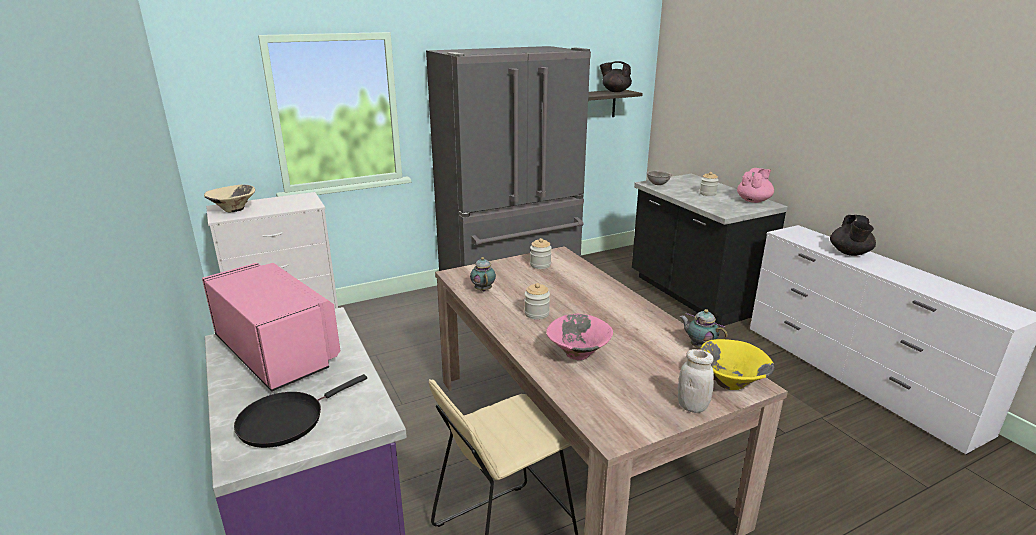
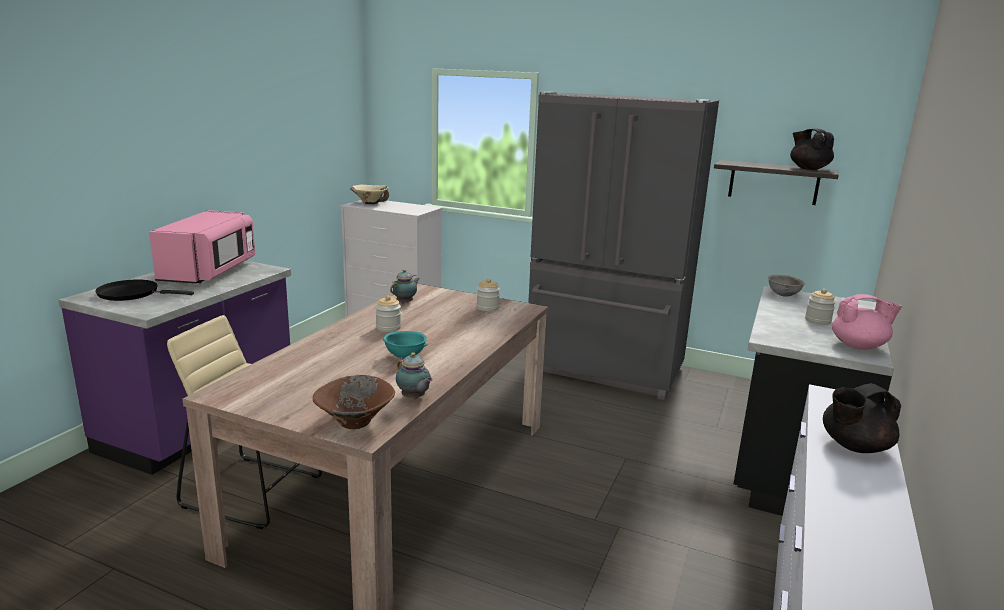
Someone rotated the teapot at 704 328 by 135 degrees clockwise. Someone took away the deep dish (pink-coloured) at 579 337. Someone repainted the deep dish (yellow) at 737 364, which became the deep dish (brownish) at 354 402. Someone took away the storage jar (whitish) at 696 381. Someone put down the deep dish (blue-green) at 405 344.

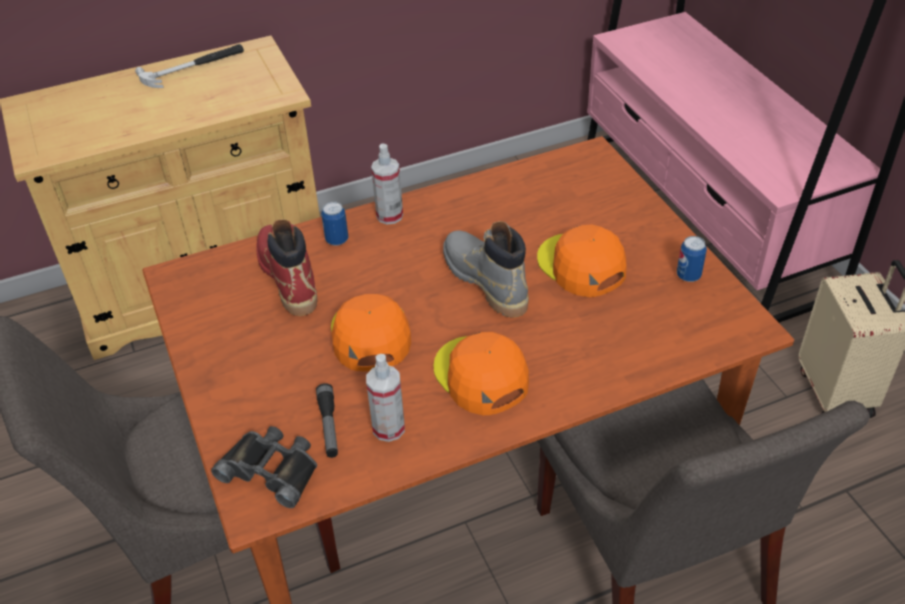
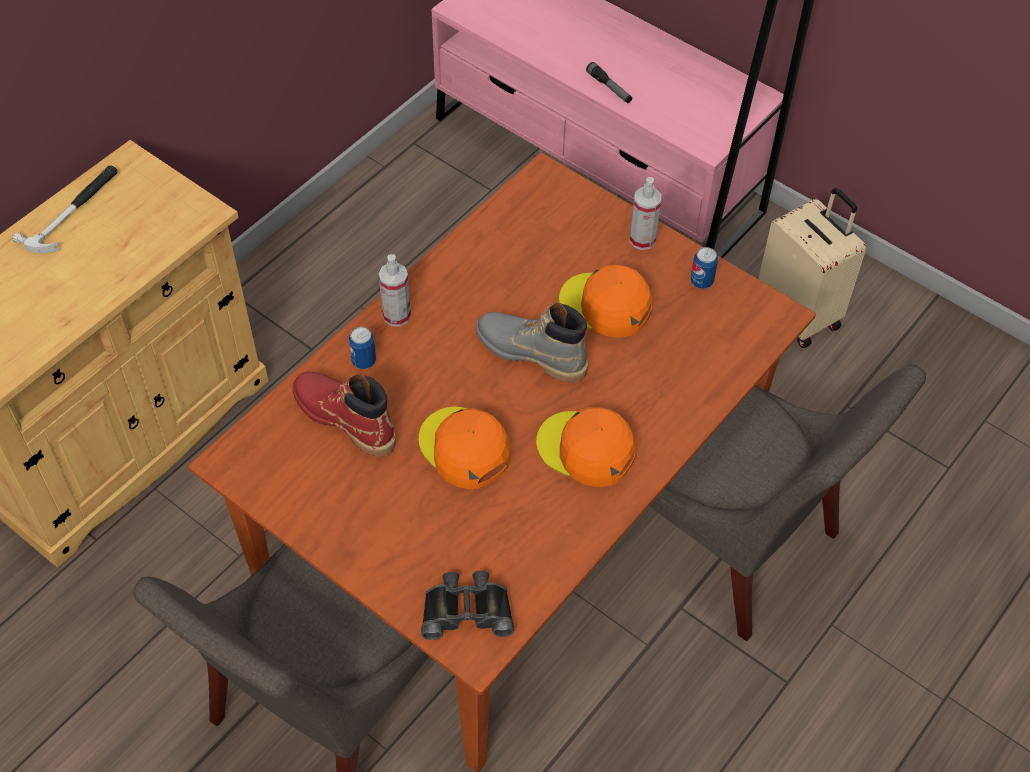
Someone carried the hand sprayer from 385 398 to 645 213. Someone carried the hand torch from 327 420 to 609 82.

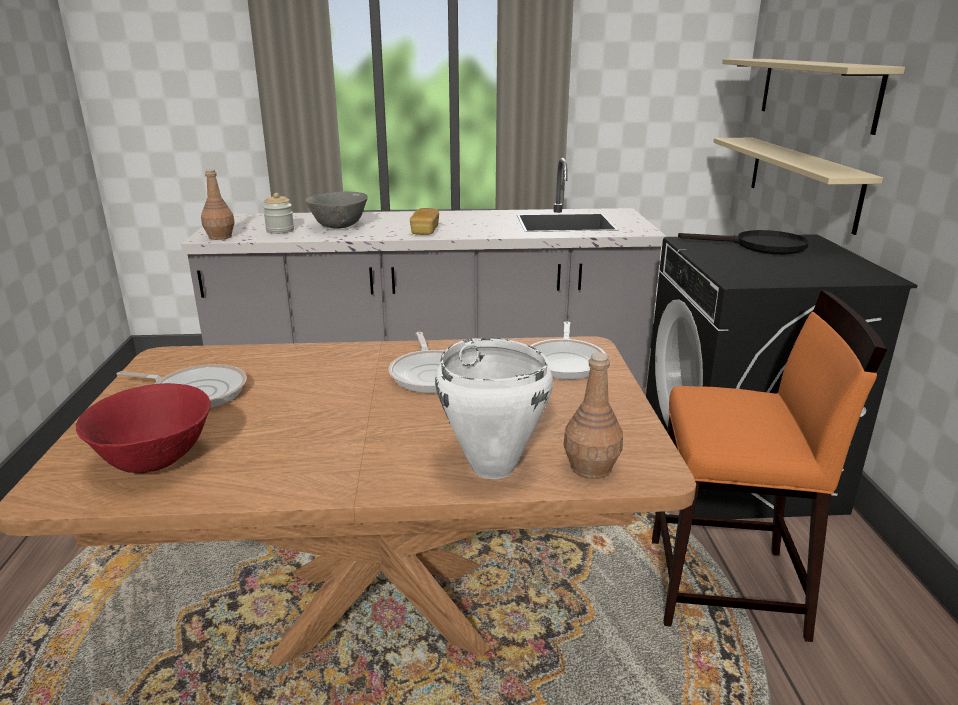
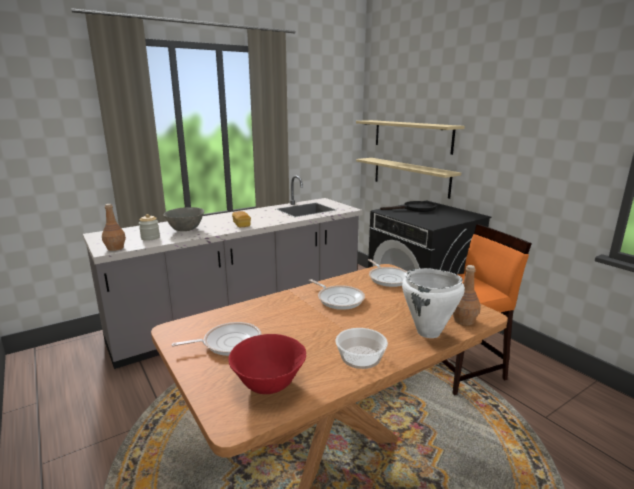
Someone put down the deep dish at 362 348.

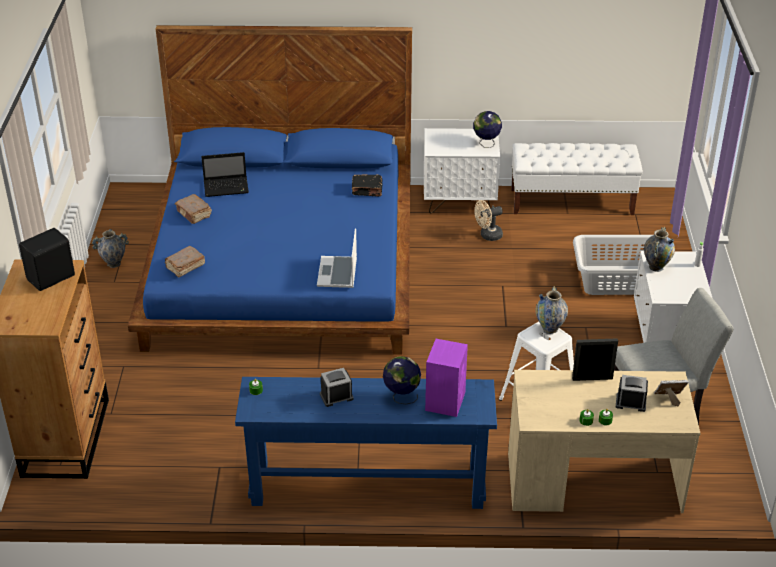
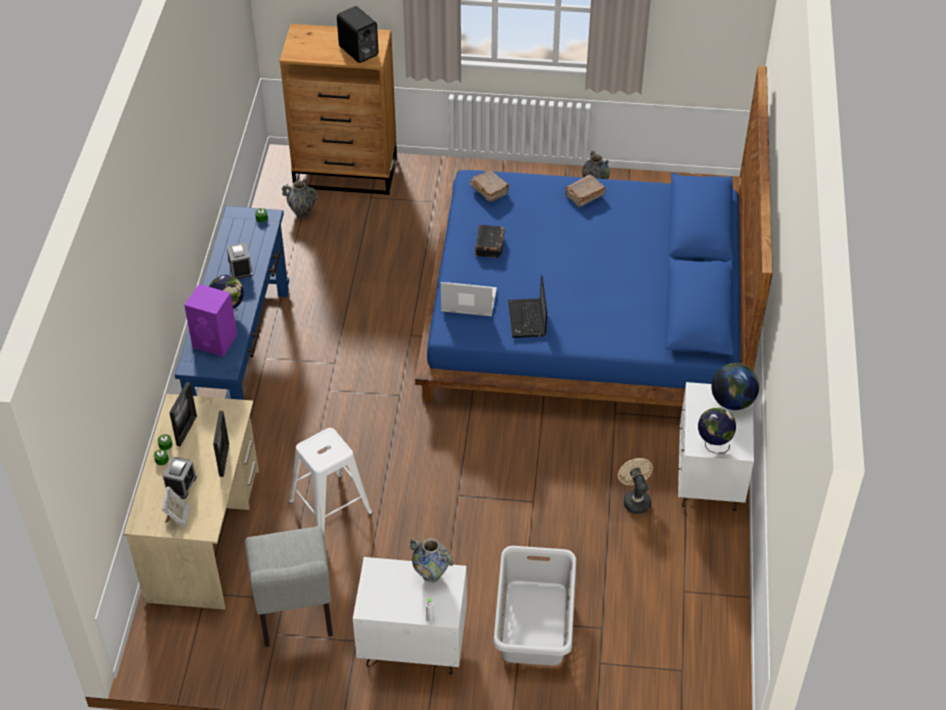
Someone took away the long seat (whitish) at 577 179. Someone carried the laptop from 225 174 to 527 306. Someone carried the volume (black) from 367 185 to 490 241. Someone carried the vase from 552 310 to 300 198. Someone put down the desk globe at 735 386. Someone put down the photo frame at 183 414.

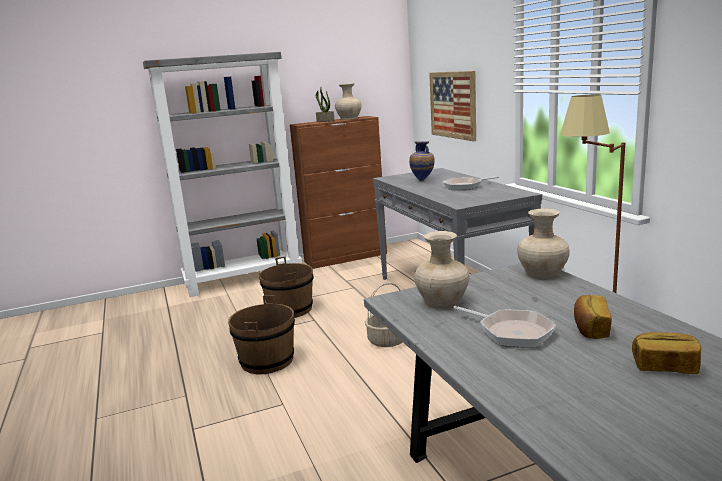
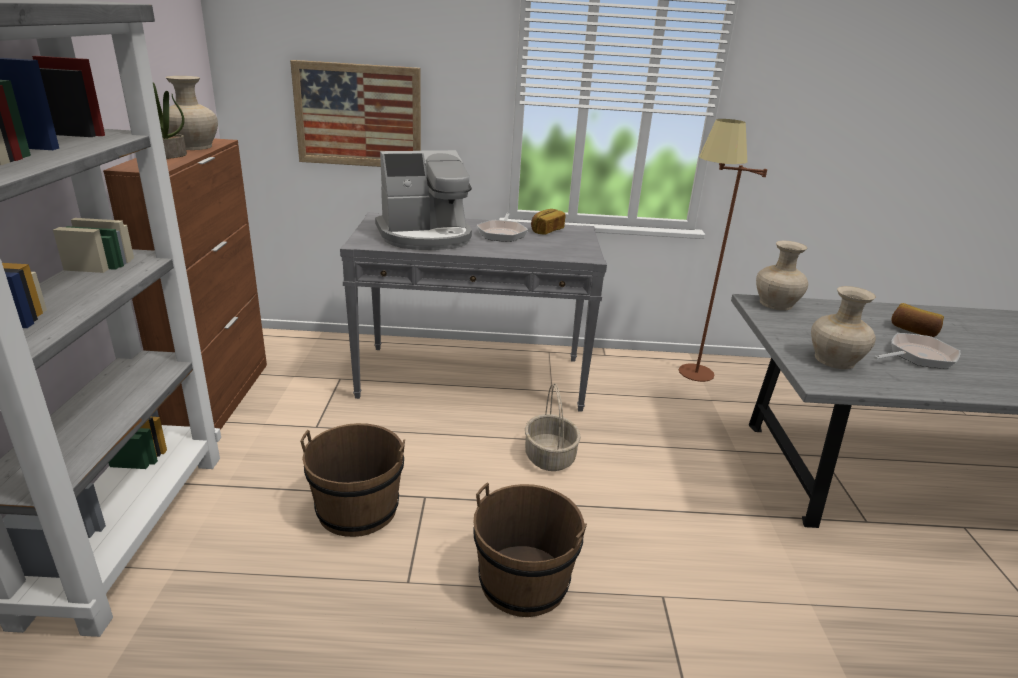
Someone swapped the vase at 422 161 for the coffee brewer at 423 200. Someone carried the baked bread from 666 353 to 548 222.

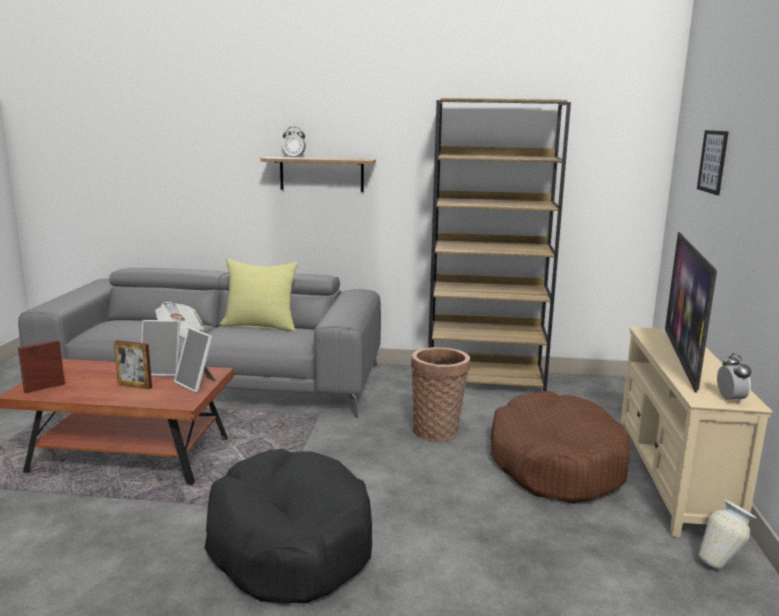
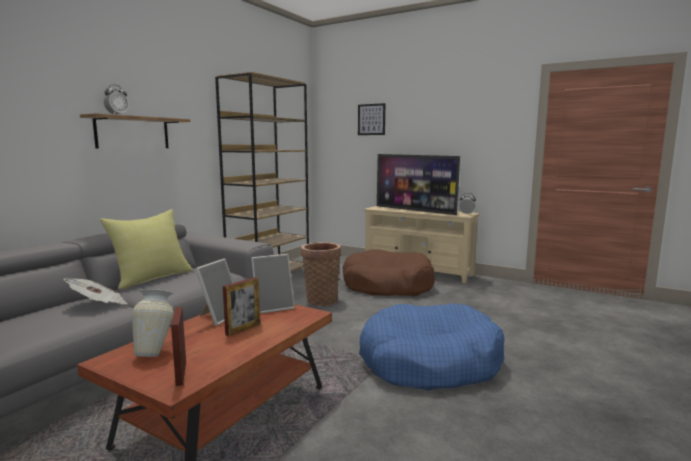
Someone repainted the dog bed (black) at 288 526, which became the dog bed (blue) at 432 346. Someone carried the vase from 728 534 to 153 323.

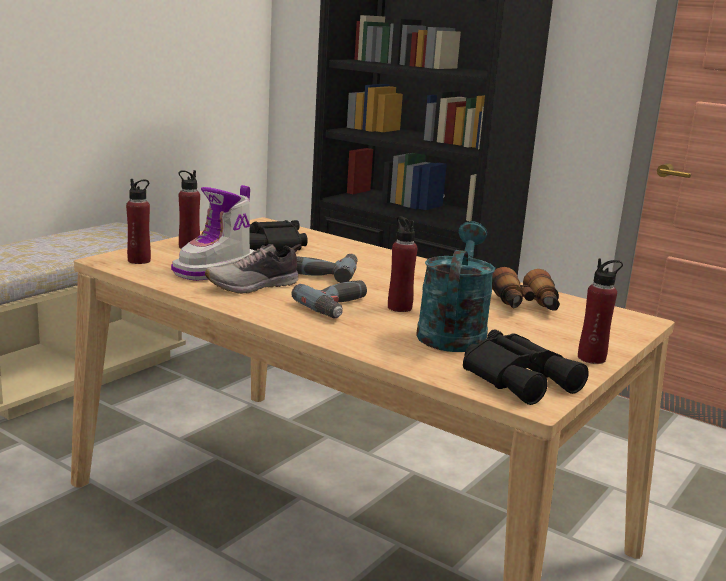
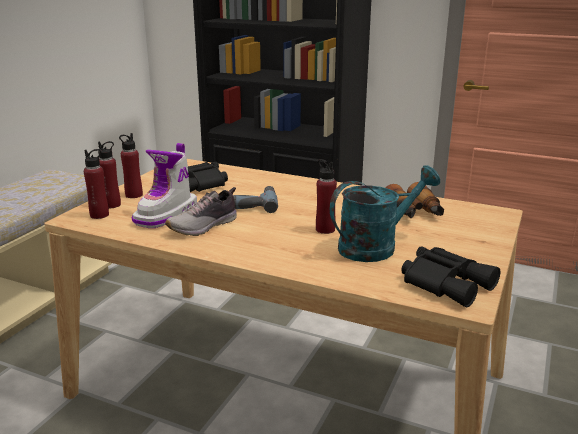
Someone rotated the watering can (blue-green) at 455 286 by 60 degrees clockwise. Someone carried the beverage bottle (reddish) from 600 311 to 109 174. Someone took away the drill at 329 299.

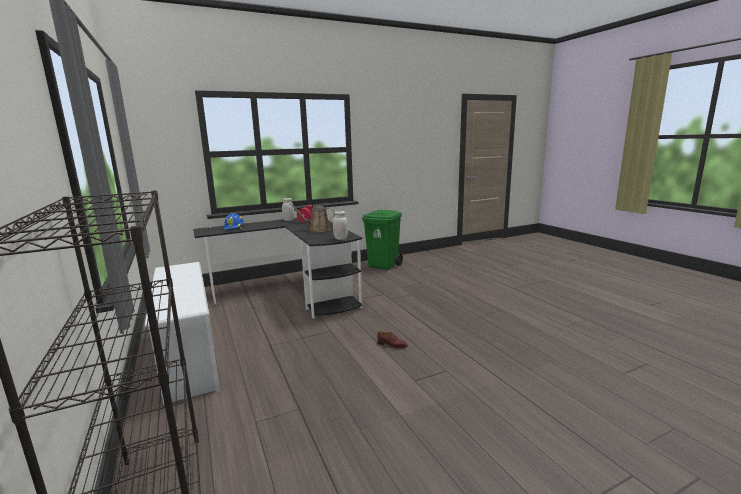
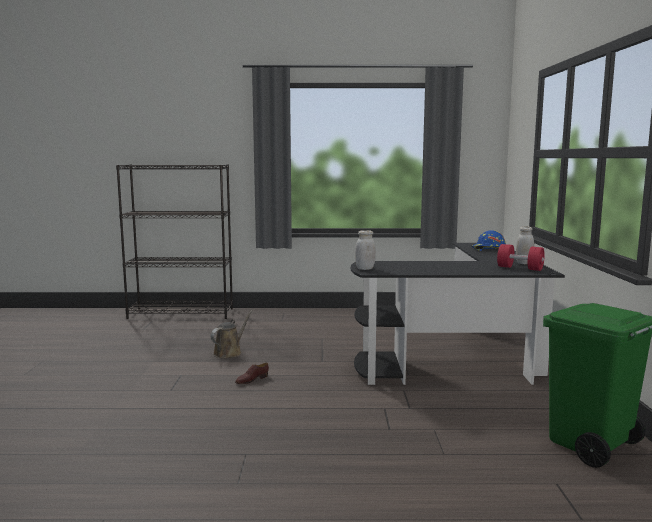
Someone carried the watering can (brownish) from 312 217 to 232 334. Someone took away the shoe rack (whitish) at 182 333.

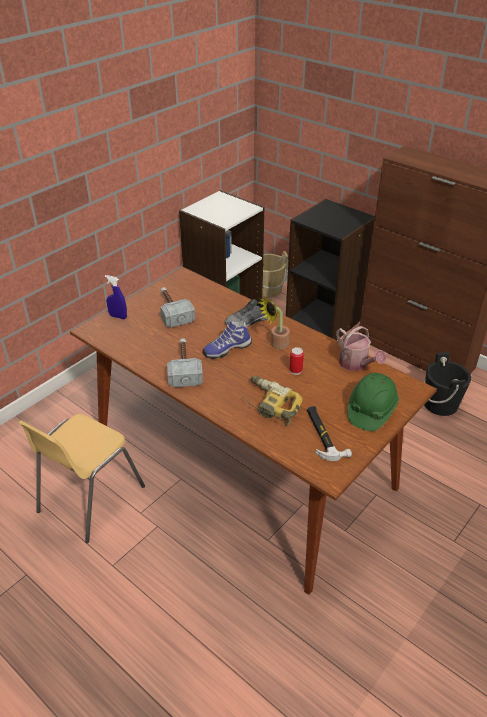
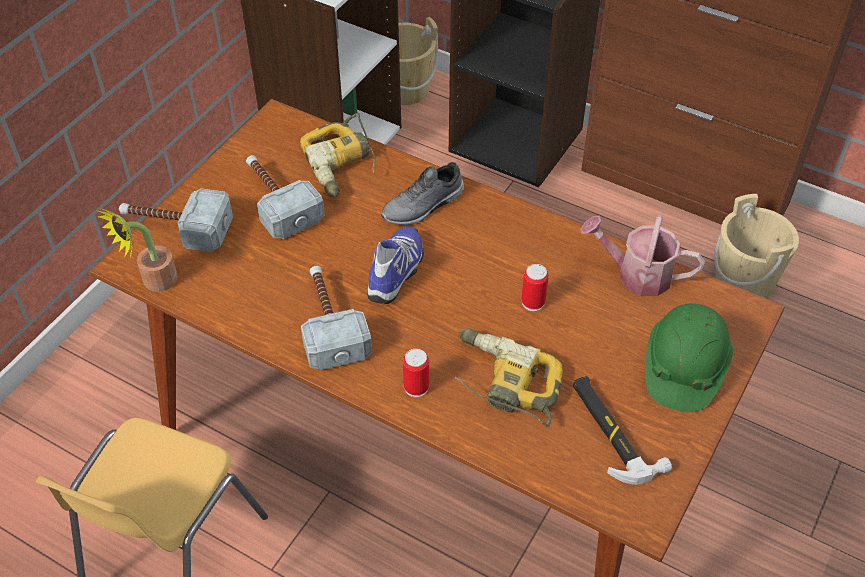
Someone swapped the hand sprayer (blue) at 116 297 for the hand hammer at 176 220. Someone carried the potted plant from 275 323 to 136 249. Someone rotated the low shoe at 227 340 by 150 degrees clockwise. Someone rotated the watering can at 361 348 by 150 degrees clockwise. Someone repainted the bucket (black) at 447 384, which became the bucket (sand-coloured) at 756 246. Someone put down the drill at 338 155. Someone put down the sealed can at 416 373.

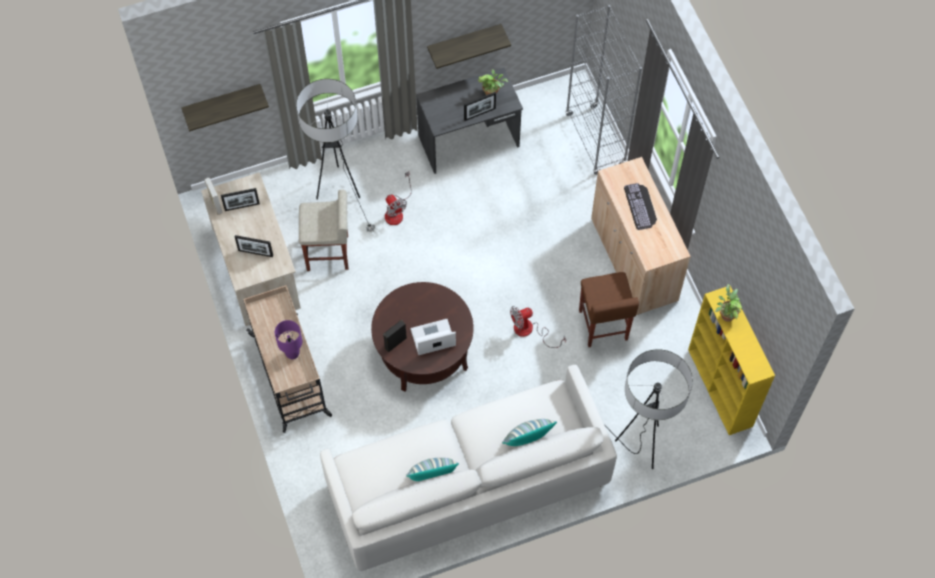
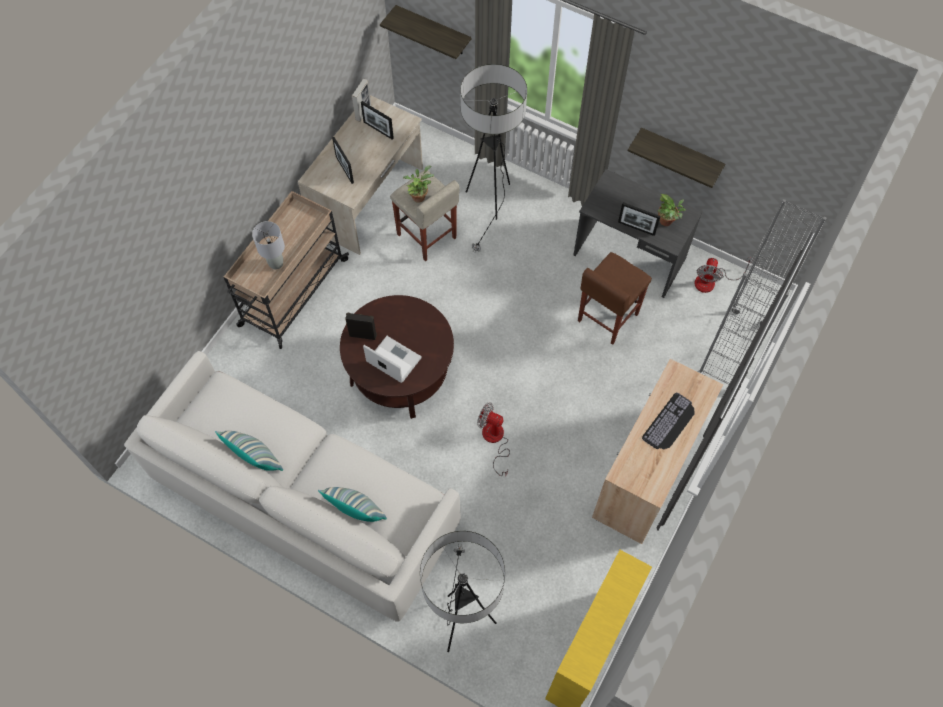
Someone carried the electric fan from 398 198 to 724 275. Someone carried the sitting stool (brownish) from 609 309 to 615 298. Someone carried the potted plant from 728 303 to 418 184. Someone repainted the tabletop lamp (purple) at 288 339, which became the tabletop lamp (greyish) at 268 245.

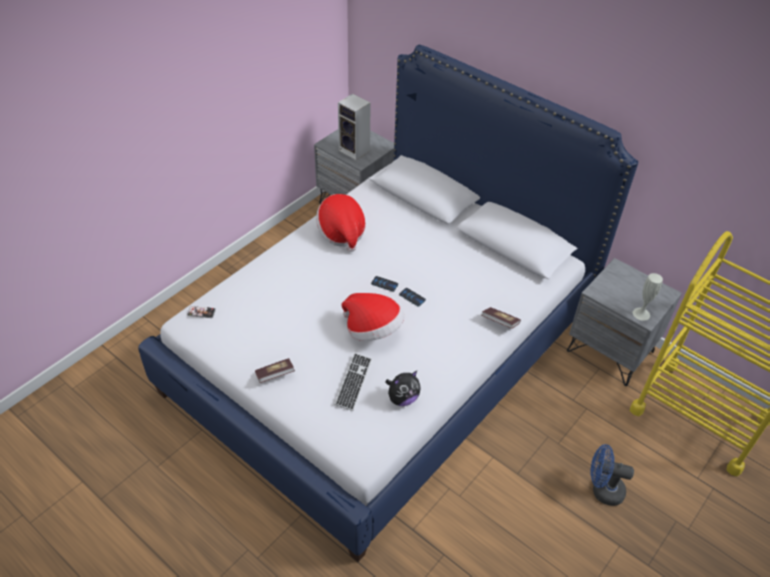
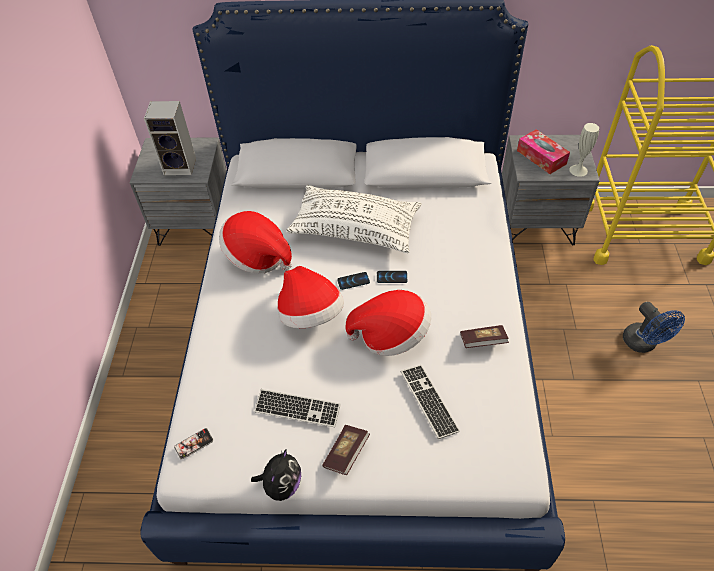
Someone carried the volume from 501 318 to 484 336. Someone carried the plush toy from 403 388 to 276 475. Someone rotated the electric fan (blue) at 612 475 by 90 degrees counterclockwise. Someone put down the tissue box at 543 151. Someone put down the cushion (whitish) at 353 219. Someone put down the clothing hat at 310 297. Someone put down the keyboard at 297 408.

